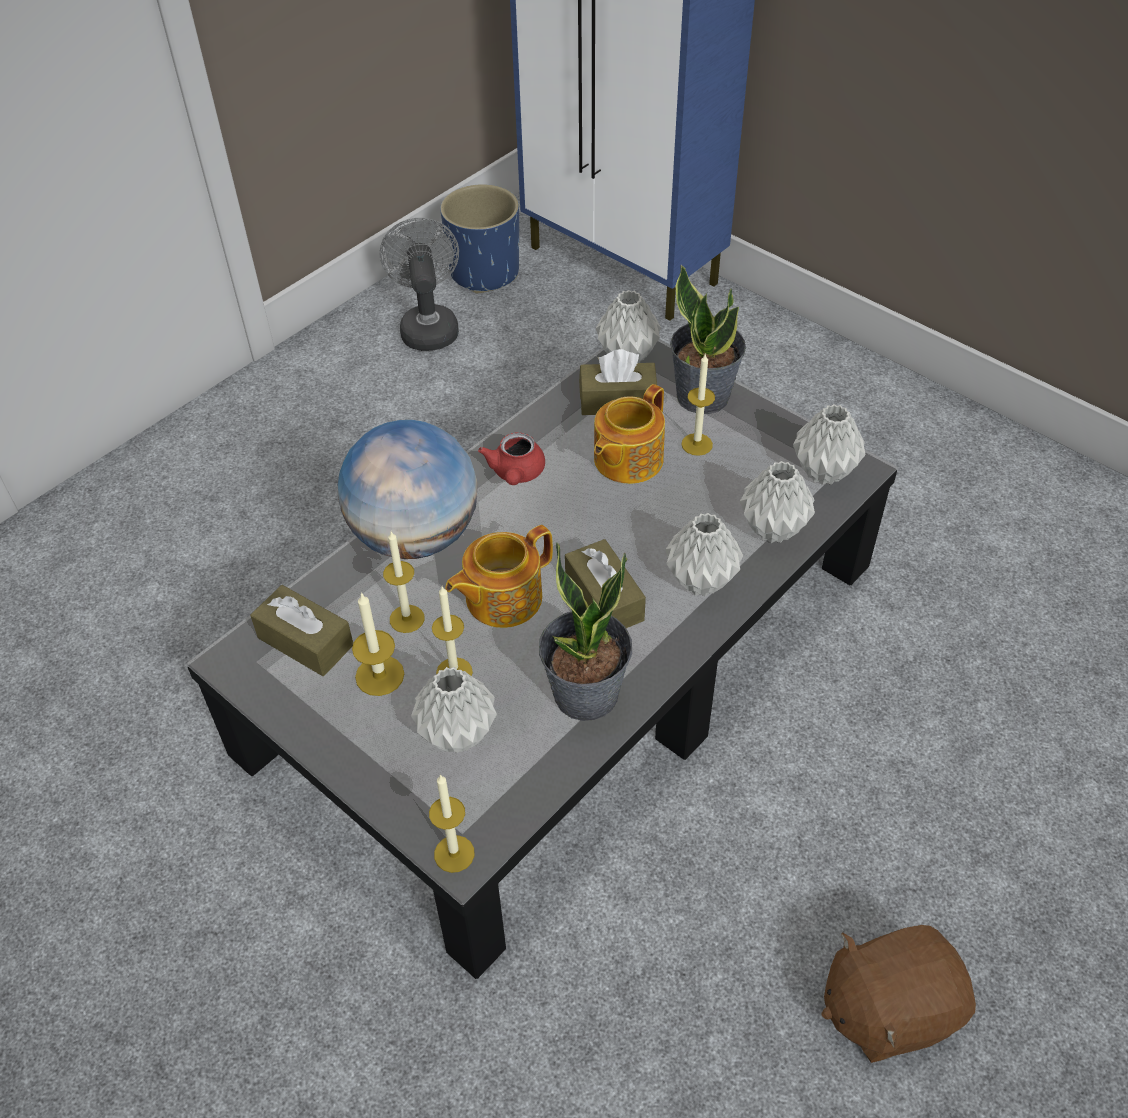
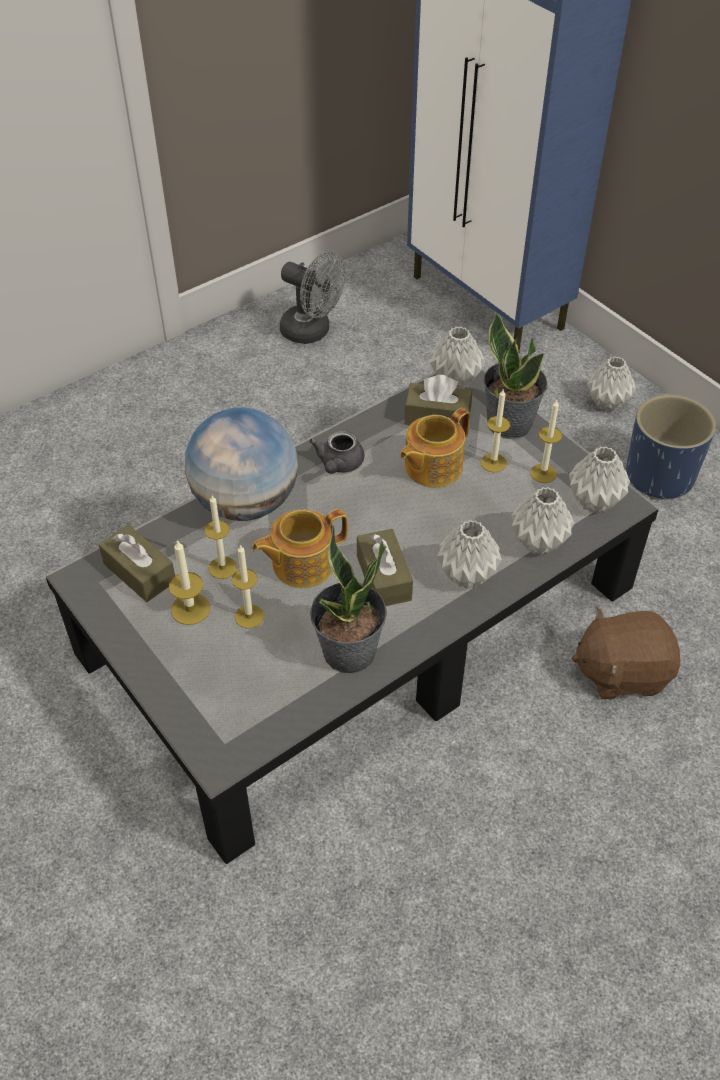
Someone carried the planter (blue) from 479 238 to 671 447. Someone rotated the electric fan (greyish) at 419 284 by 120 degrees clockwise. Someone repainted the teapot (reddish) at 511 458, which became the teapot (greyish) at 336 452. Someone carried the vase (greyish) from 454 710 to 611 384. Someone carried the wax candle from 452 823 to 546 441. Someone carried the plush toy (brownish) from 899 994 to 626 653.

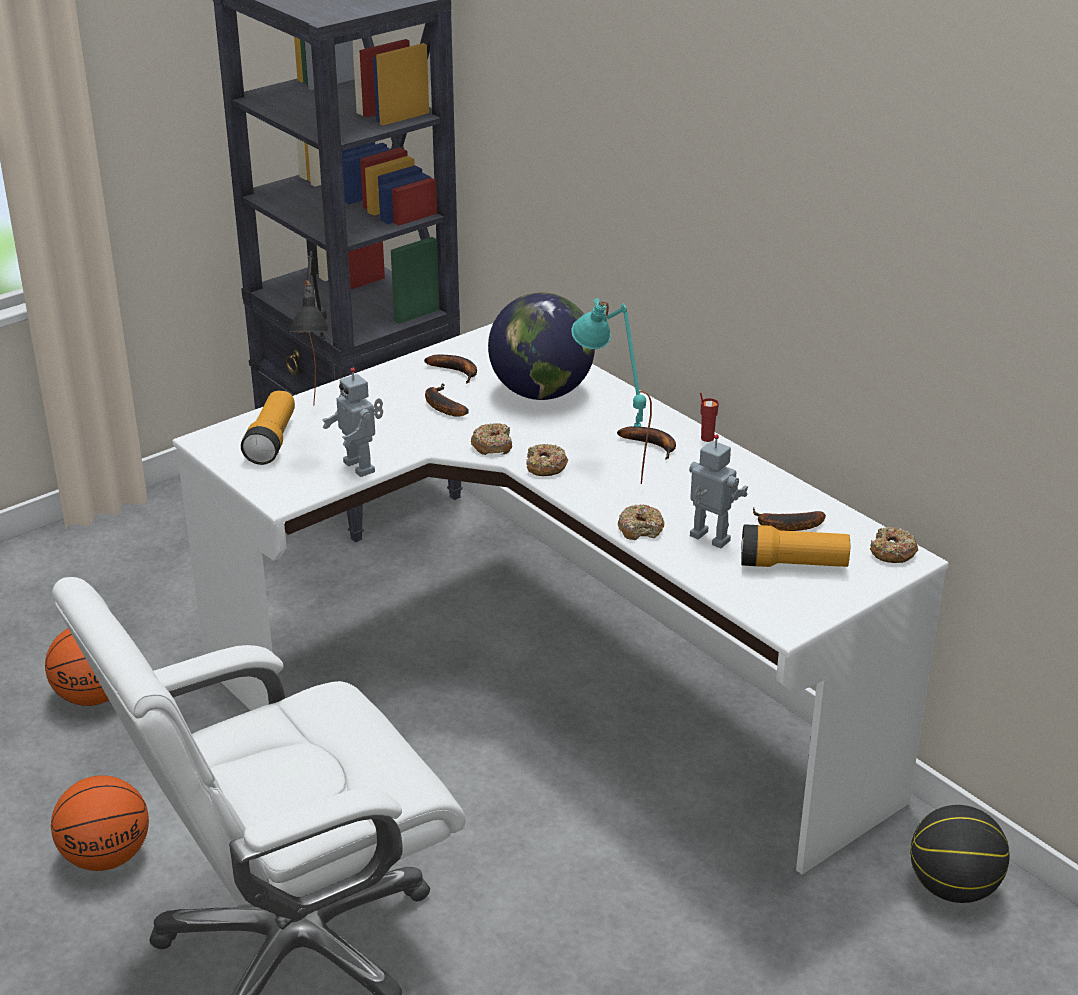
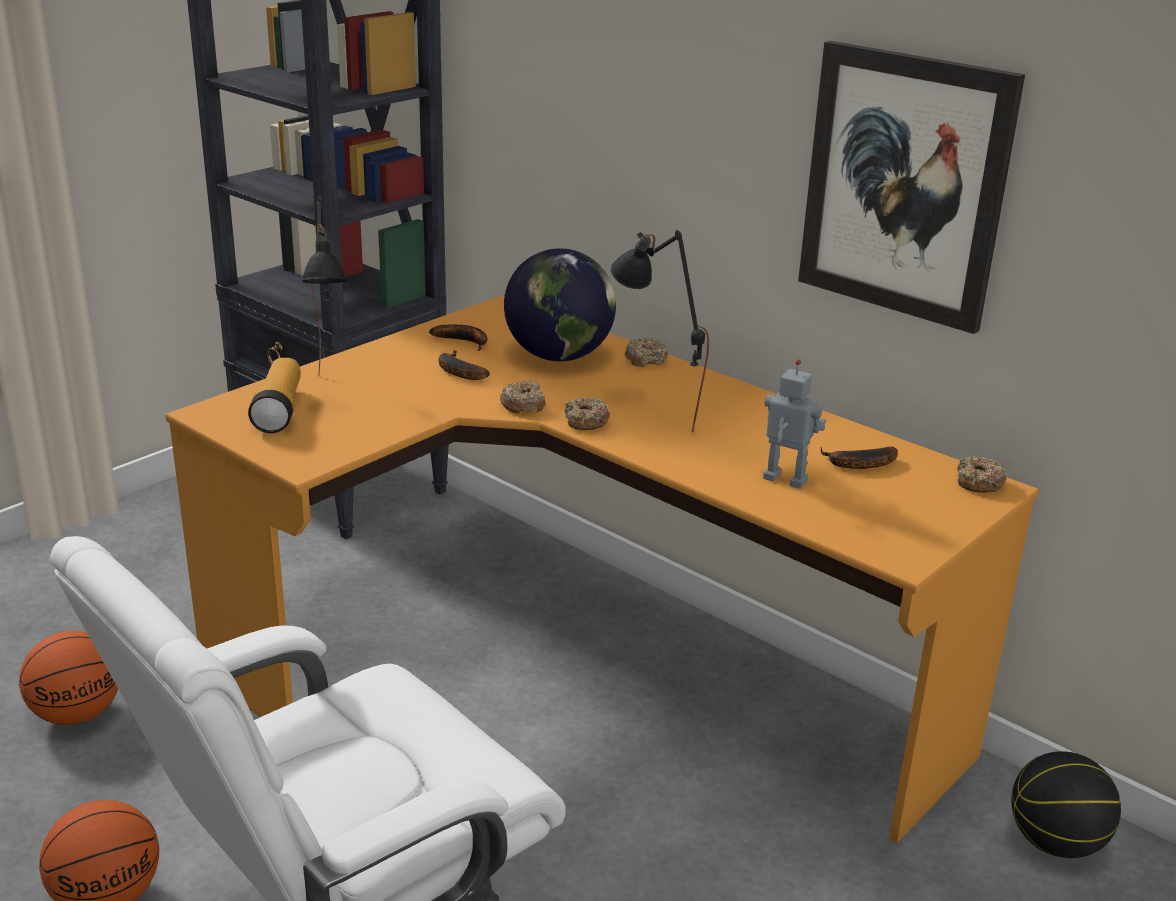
Someone repainted the tabletop lamp (blue-green) at 611 391, which became the tabletop lamp (black) at 660 331. Someone repainted the desk (whitish) at 561 598, which became the desk (orange-coloured) at 602 569. Someone took away the model robot at 352 422. Someone took away the drinking cup (reddish) at 709 417. Someone took away the banana fruit at 646 442. Someone carried the ring doughnut from 641 522 to 646 352. Someone took away the hand torch at 795 546. Someone put up the wall picture at 911 187.

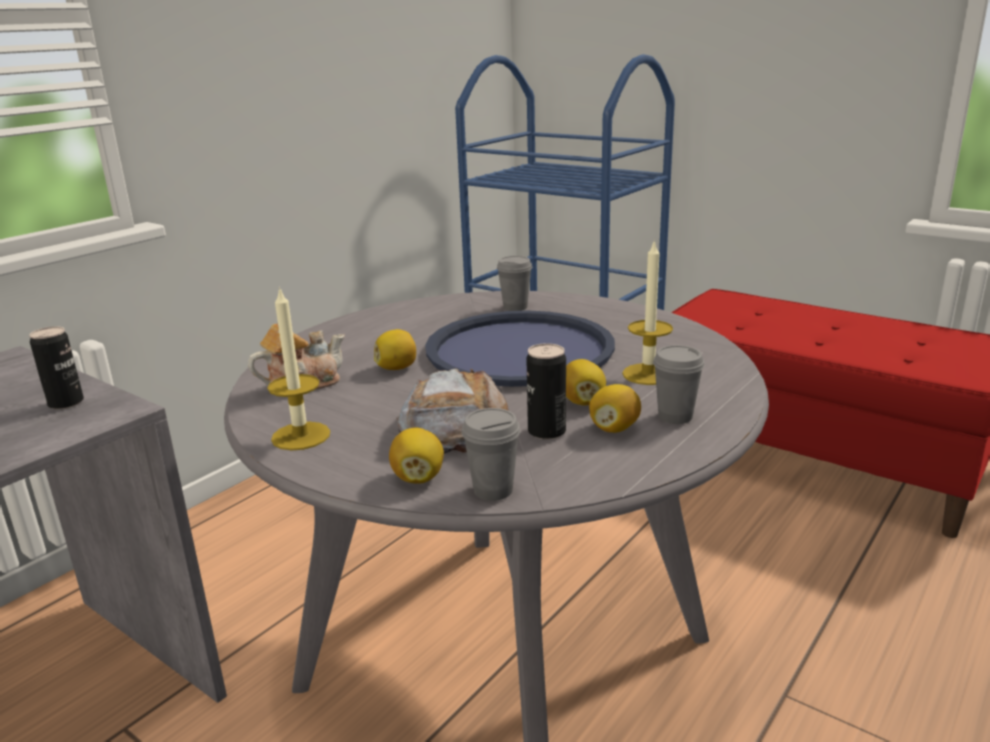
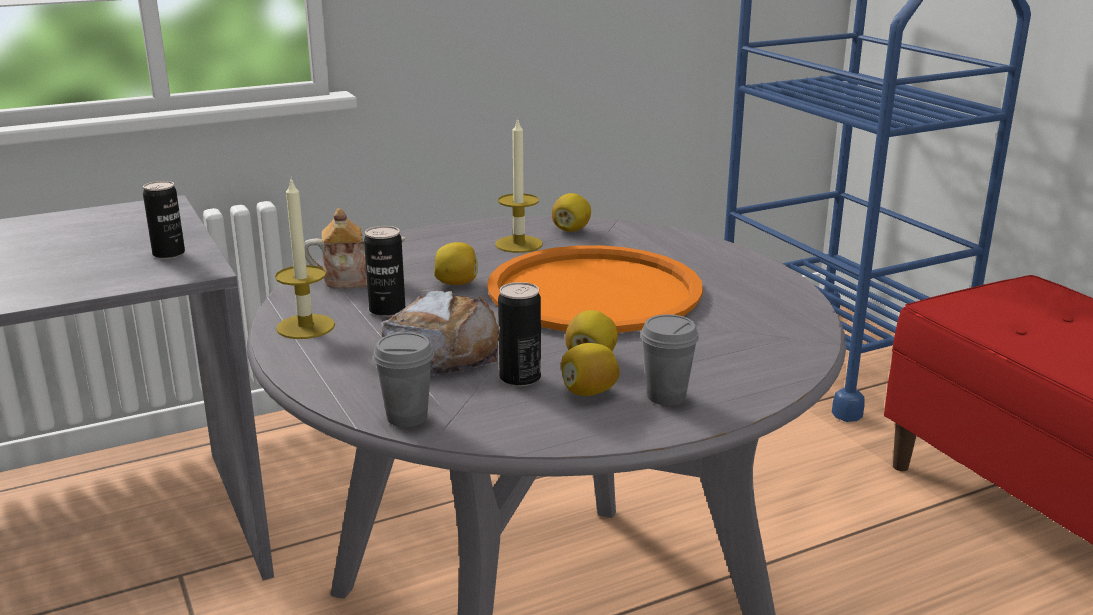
Someone carried the wax candle from 647 312 to 519 185. Someone took away the drinking cup (greyish) at 514 283. Someone repainted the tray (blue) at 520 348, which became the tray (orange-coloured) at 595 289. Someone carried the citrus fruit from 416 455 to 571 212. Someone put down the sealed can at 384 271.

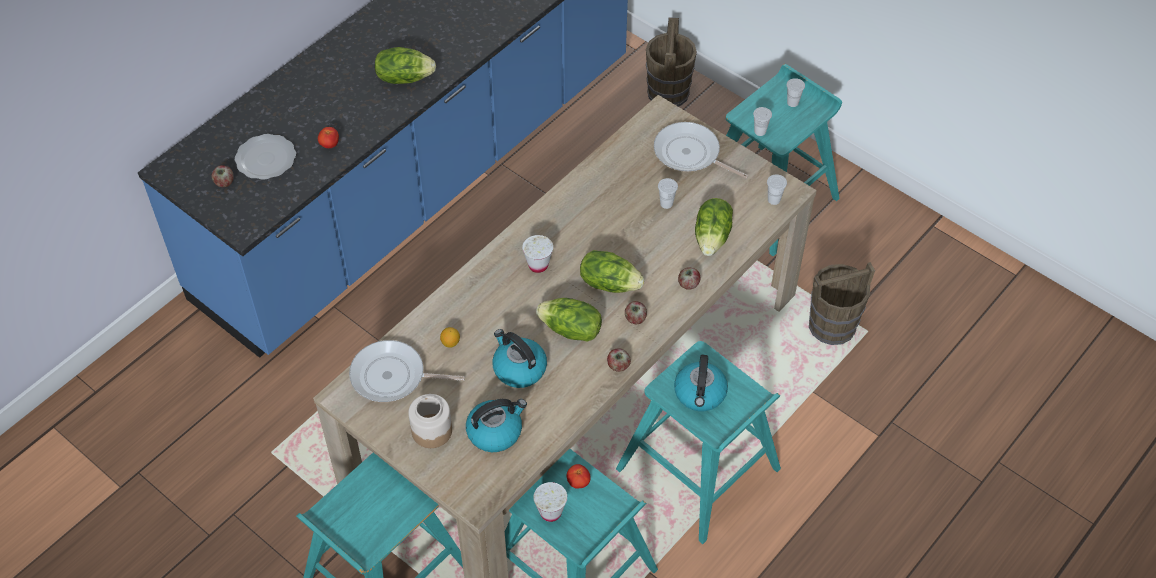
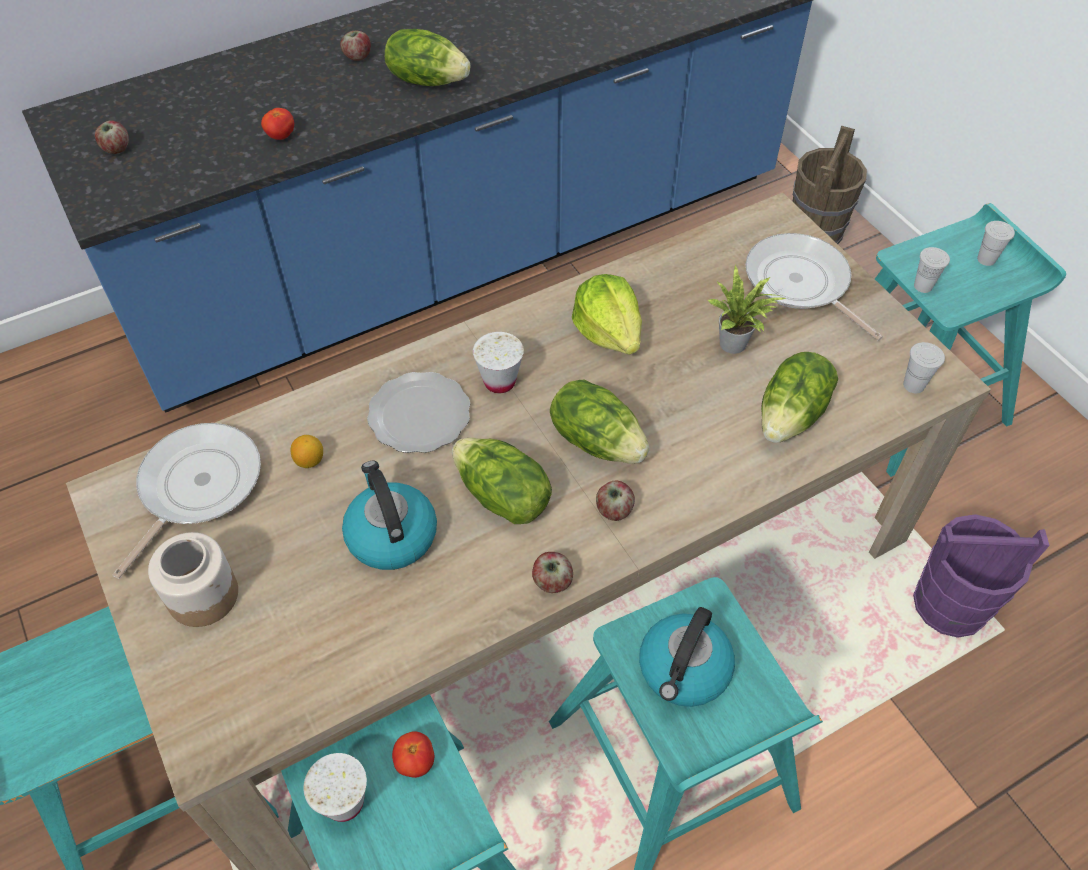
Someone carried the plate from 265 157 to 418 412. Someone swapped the drinking cup (whitish) at 668 193 for the potted plant at 746 309. Someone repainted the bucket (brownish) at 842 303, which became the bucket (purple) at 981 576. Someone carried the whole apple from 689 278 to 355 45. Someone rotated the skillet at 407 371 by 90 degrees clockwise. Someone took away the water kettle at 496 425. Someone put down the head of lettuce at 607 314.

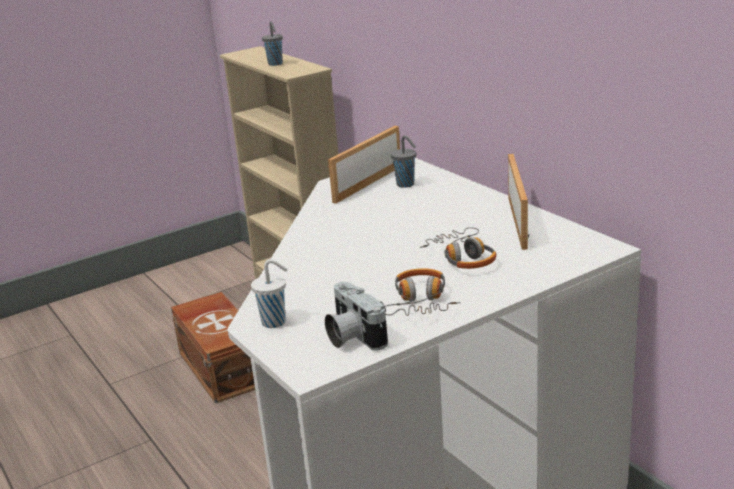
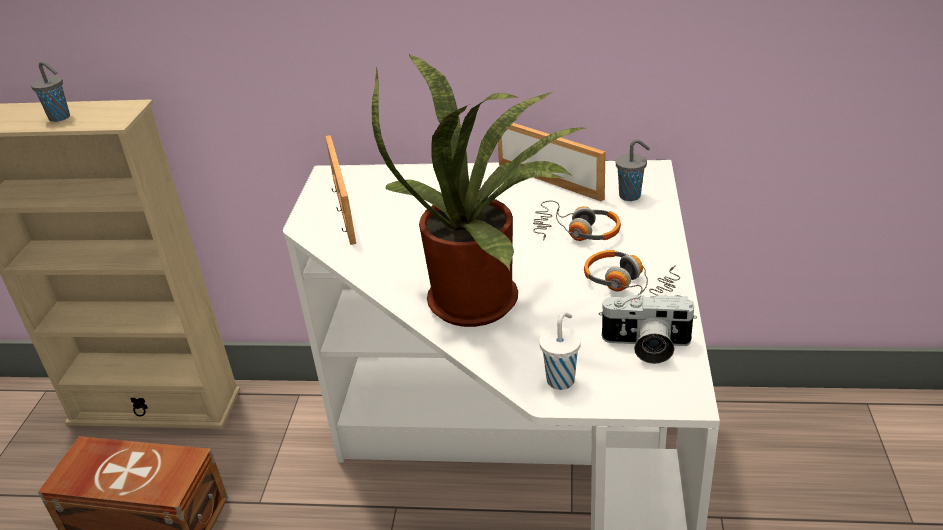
Someone carried the drinking cup (greyish) from 403 161 to 633 170. Someone put down the potted plant at 480 190.

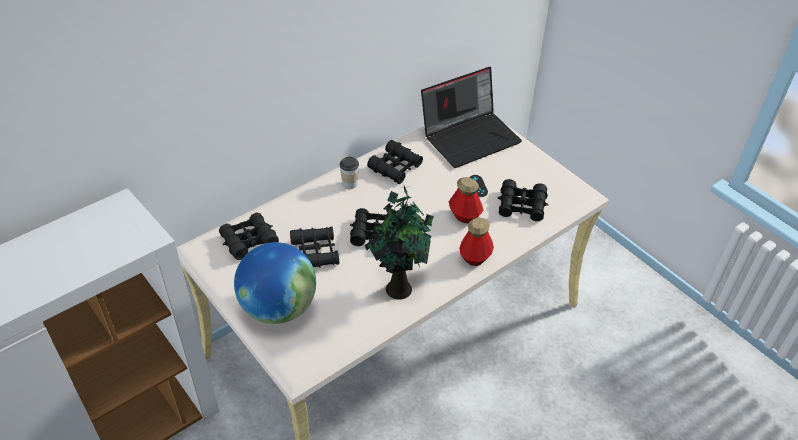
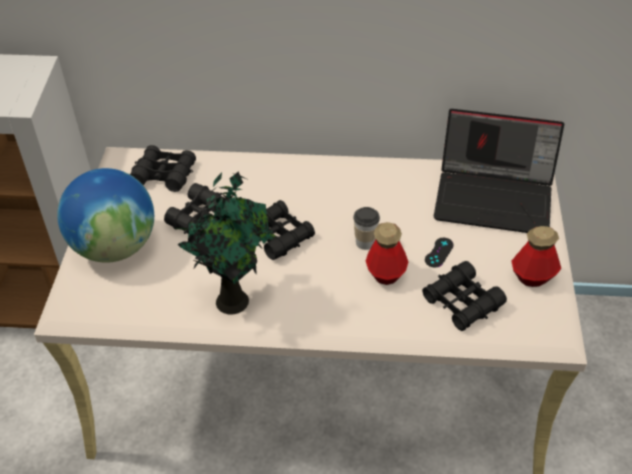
Someone took away the binoculars (black) at 395 162. Someone carried the drinking cup from 349 173 to 366 228. Someone carried the beverage bottle from 476 241 to 536 256.

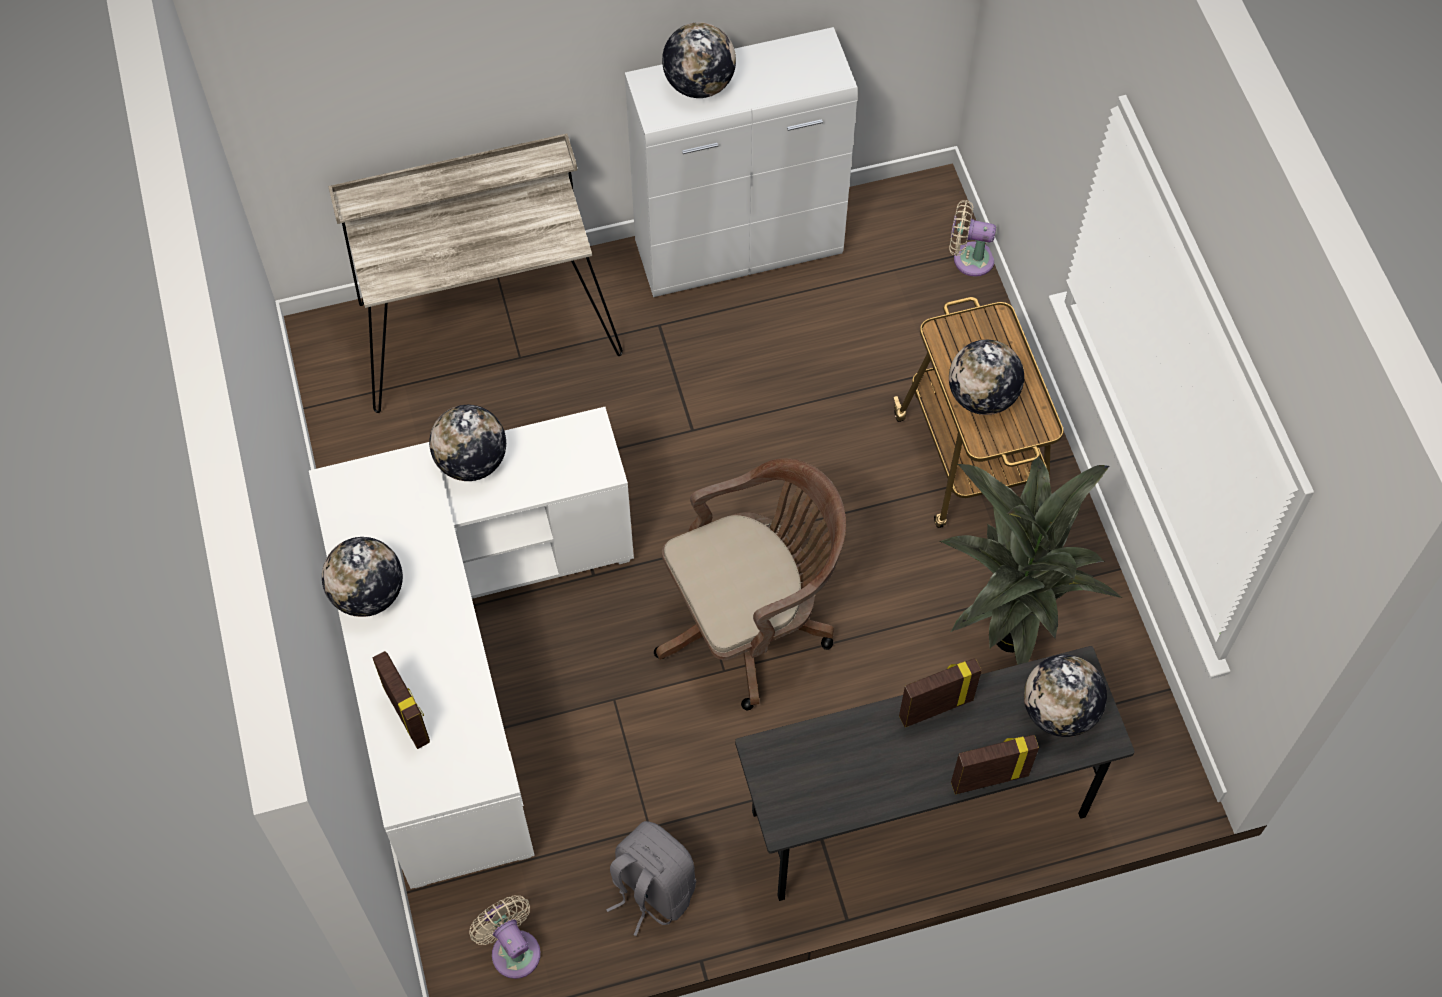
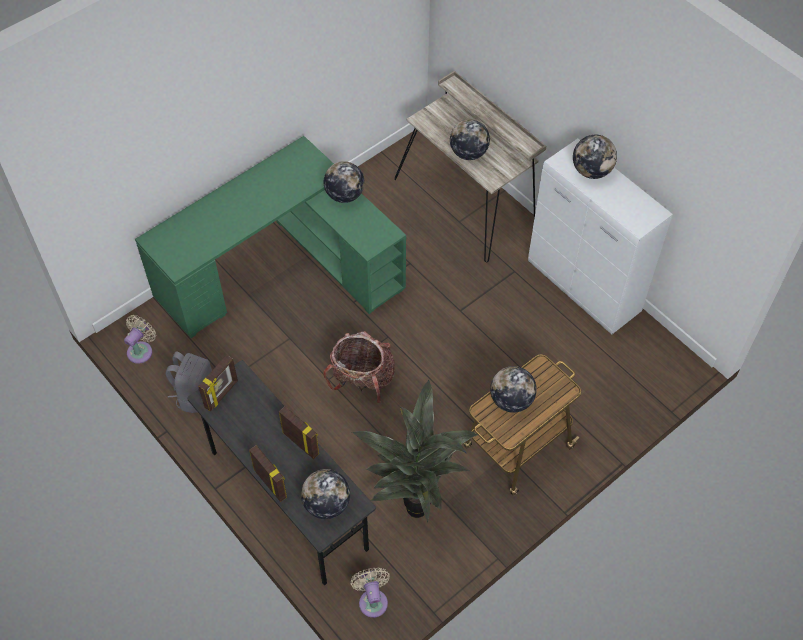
Someone carried the electric fan (sand-coloured) from 972 238 to 370 593. Someone repainted the desk (whitish) at 471 648, which became the desk (greenish) at 270 237. Someone swapped the office chair (brownish) at 750 584 for the knapsack at 359 367. Someone carried the desk globe from 362 577 to 470 139. Someone carried the photo frame from 401 700 to 218 383.

